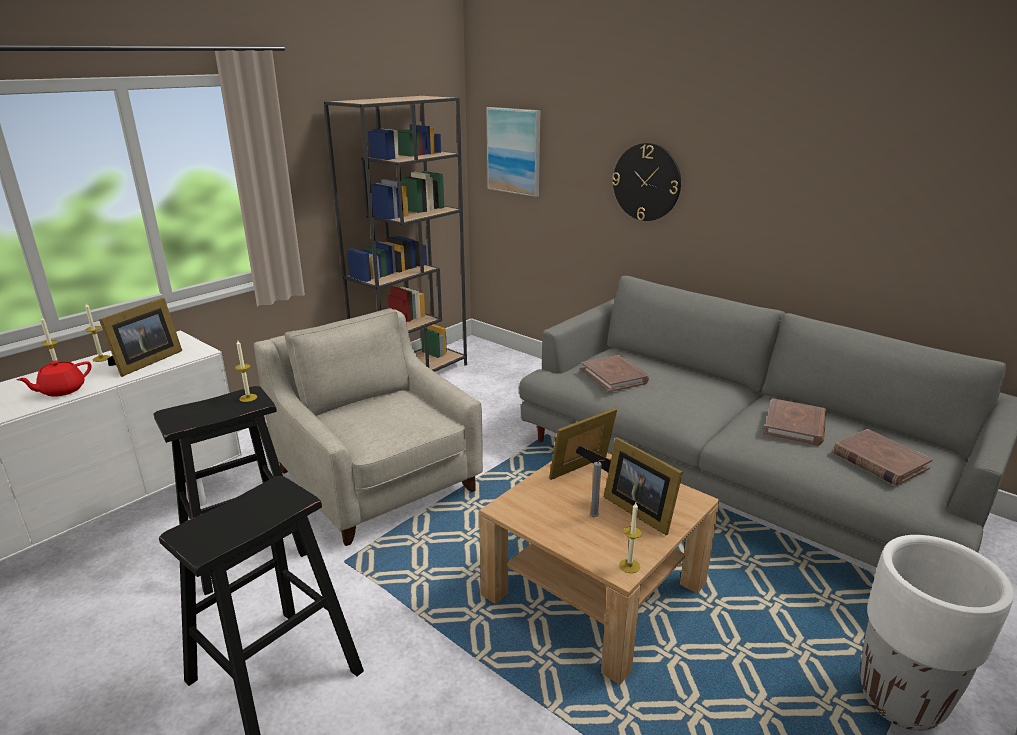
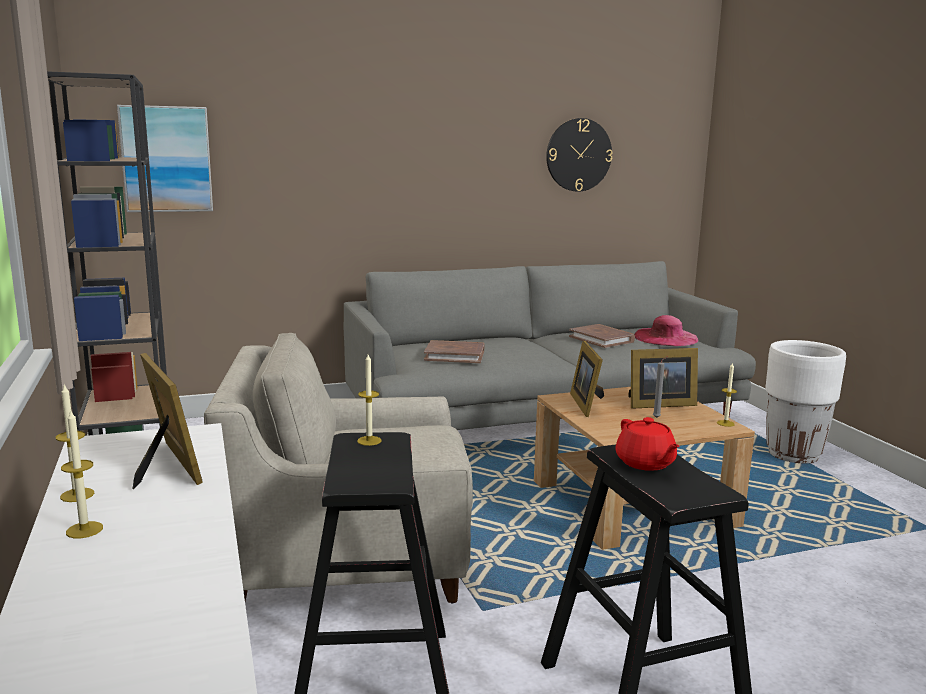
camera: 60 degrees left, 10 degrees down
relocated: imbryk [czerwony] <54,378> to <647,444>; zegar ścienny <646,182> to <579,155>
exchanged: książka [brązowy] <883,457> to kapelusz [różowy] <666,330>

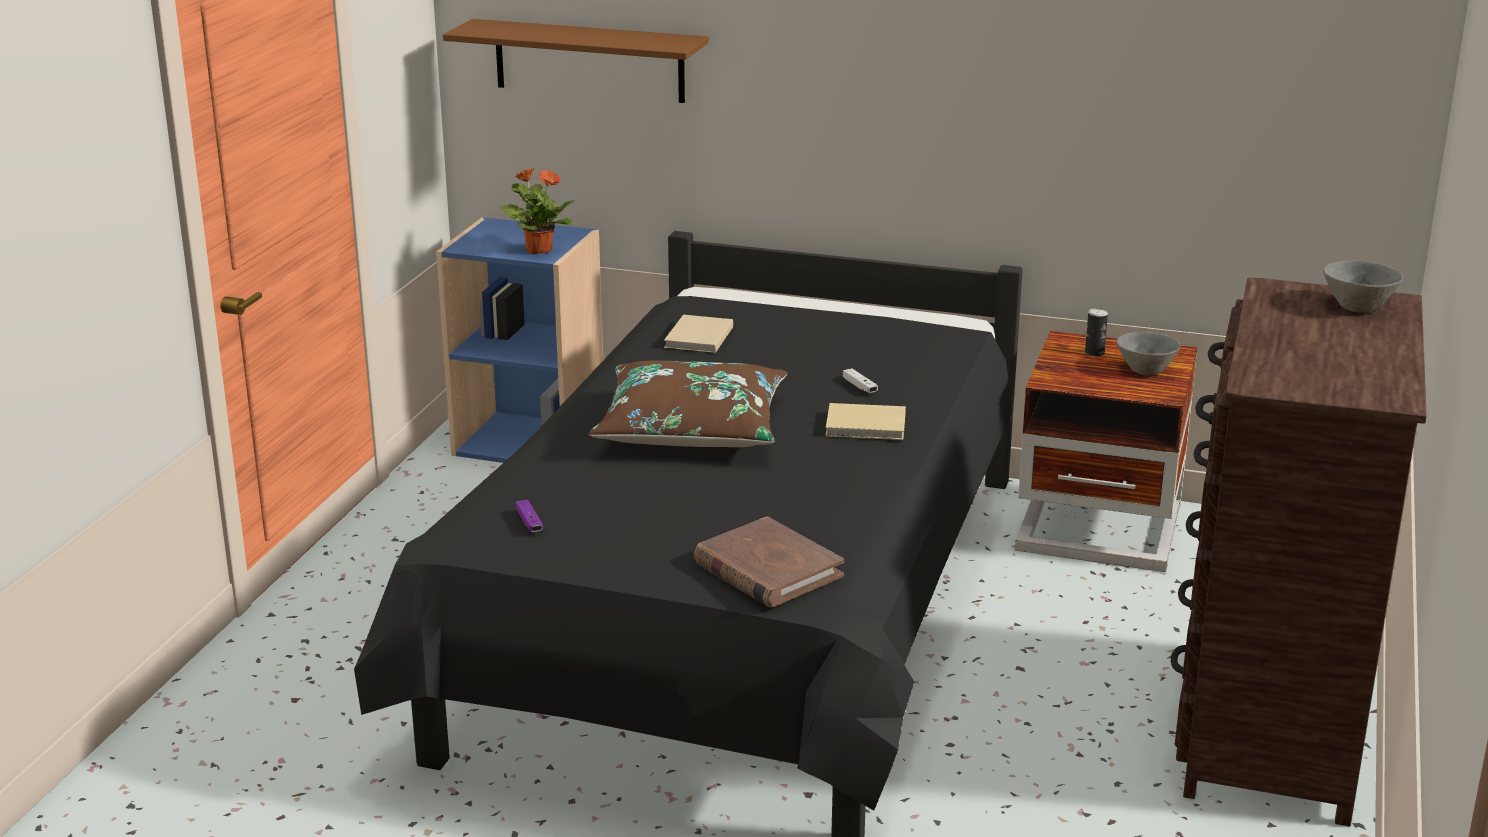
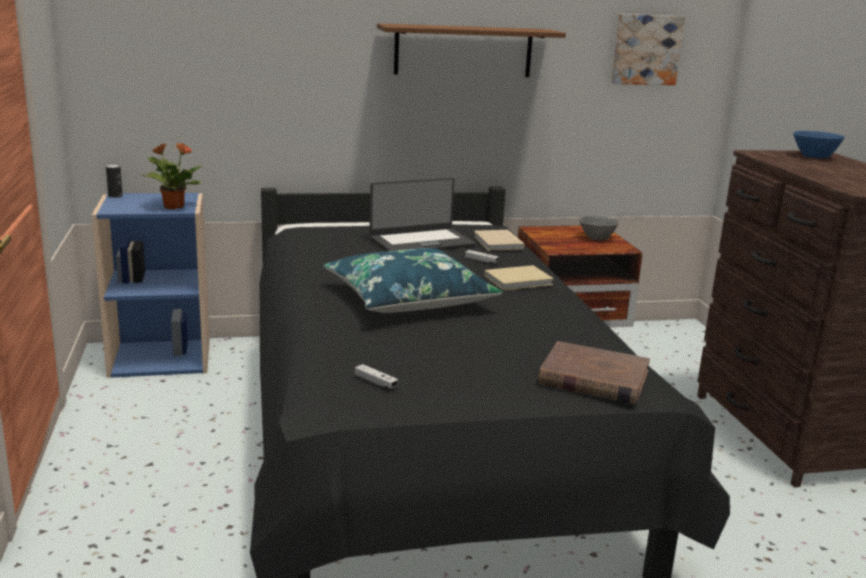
camera: 30 degrees left, 5 degrees down
appeared: laptop <422,214>; obraz <648,49>
relocated: półka [brązowy] <576,61> to <471,50>; książka [beżowy] <698,334> to <498,240>; puszka <1096,332> to <114,181>
colour: pad do gier [fioletowy] <529,516> to pad do gier [biały] <376,376>; poduszka [brązowy] <687,404> to poduszka [niebieski] <413,280>; miska [szary] <1363,287> to miska [niebieski] <819,145>

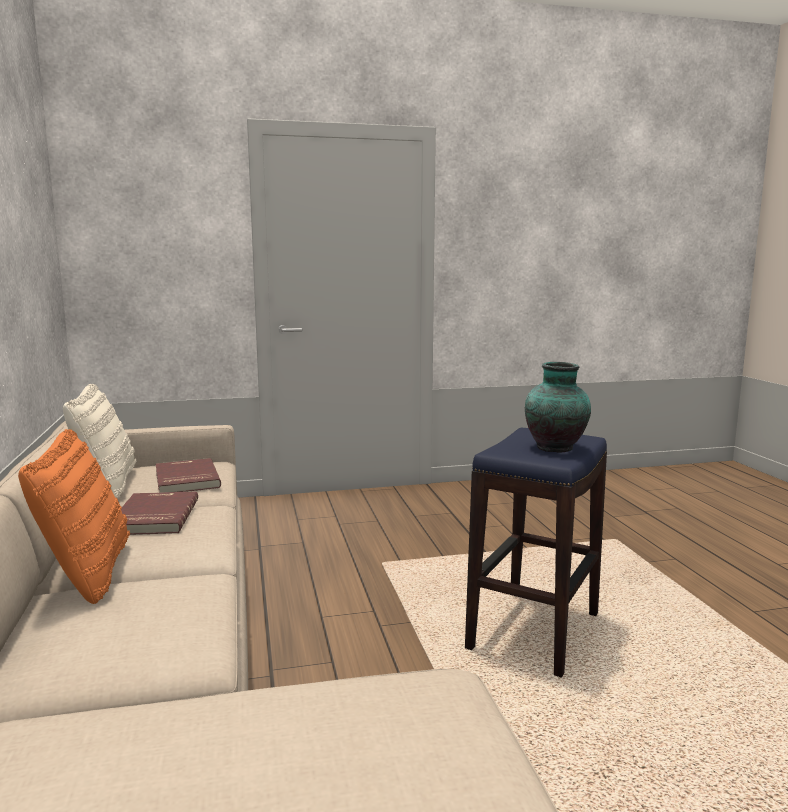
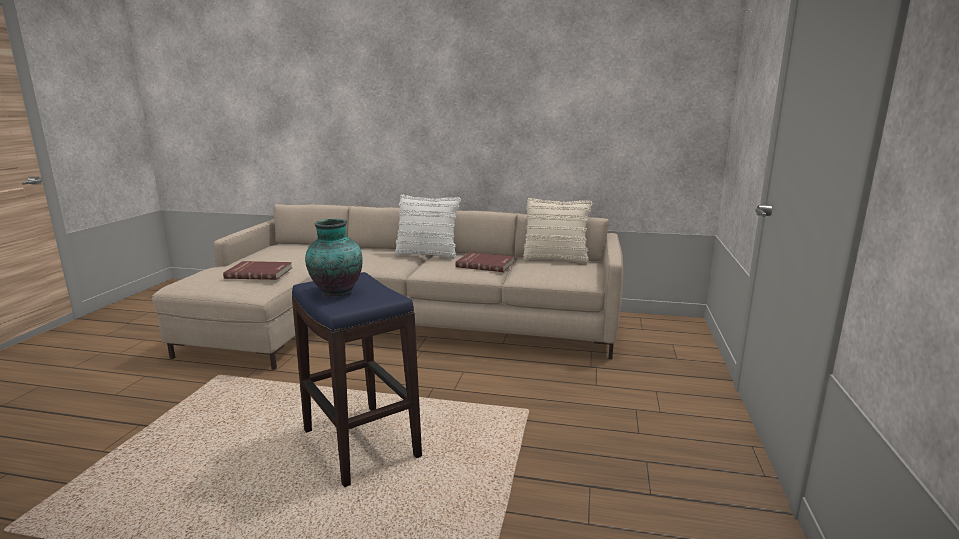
camera: 115 degrees right, 5 degrees up
relocated: książka [czerwony] <188,475> to <257,270>
colour: poduszka [pomarańczowy] <74,516> to poduszka [biały] <428,226>

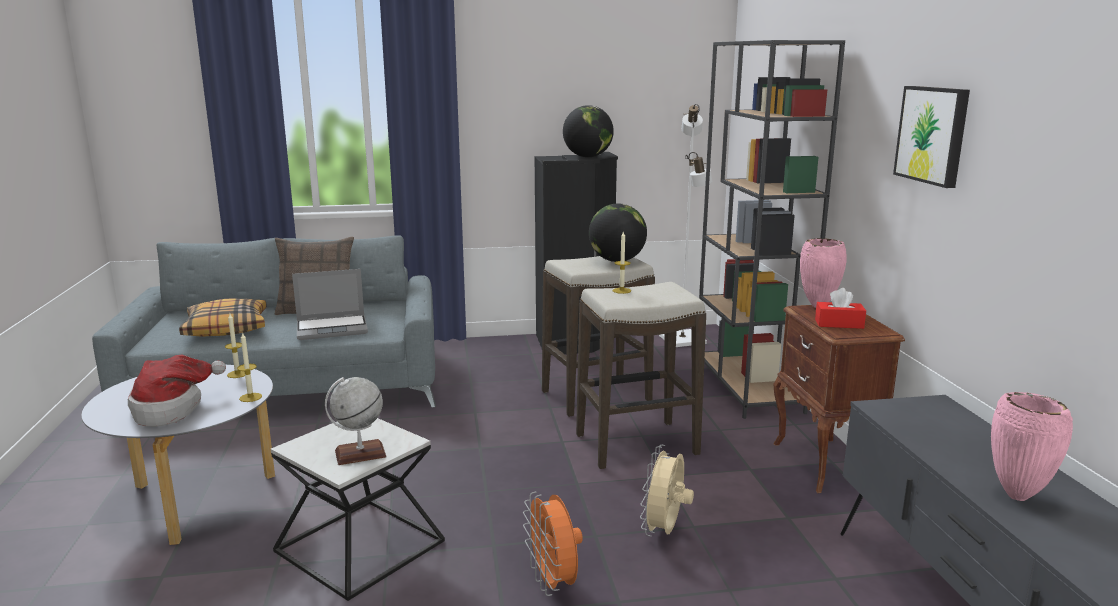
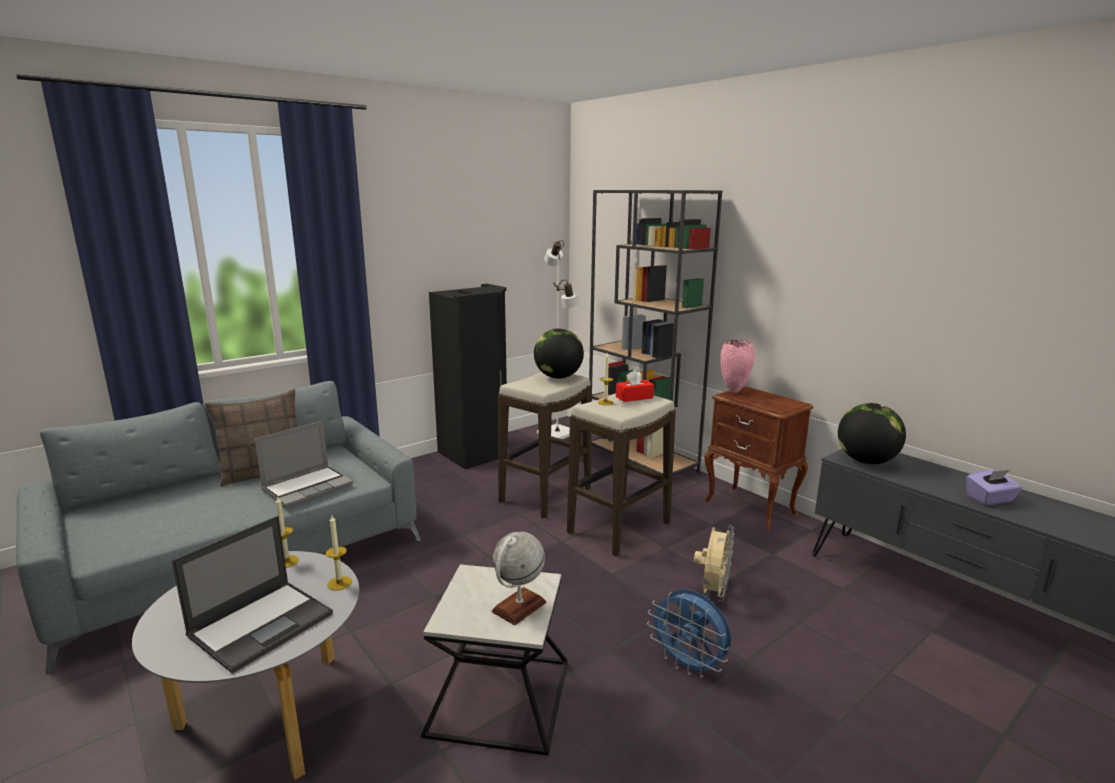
camera: 30 degrees left, 0 degrees up
missing: poduszka <222,317>; obraz <931,137>
relocated: globus <588,131> to <872,433>; pudełko chusteczek [czerwony] <840,308> to <635,386>
exchanged: kapelusz <177,390> to laptop <252,595>; wazon [różowy] <1032,446> to pudełko chusteczek [fioletowy] <994,488>
colour: wentylator [pomarańczowy] <553,544> to wentylator [niebieski] <689,633>
spun: wentylator [beżowy] <667,491> = <714,563> 150 degrees counterclockwise

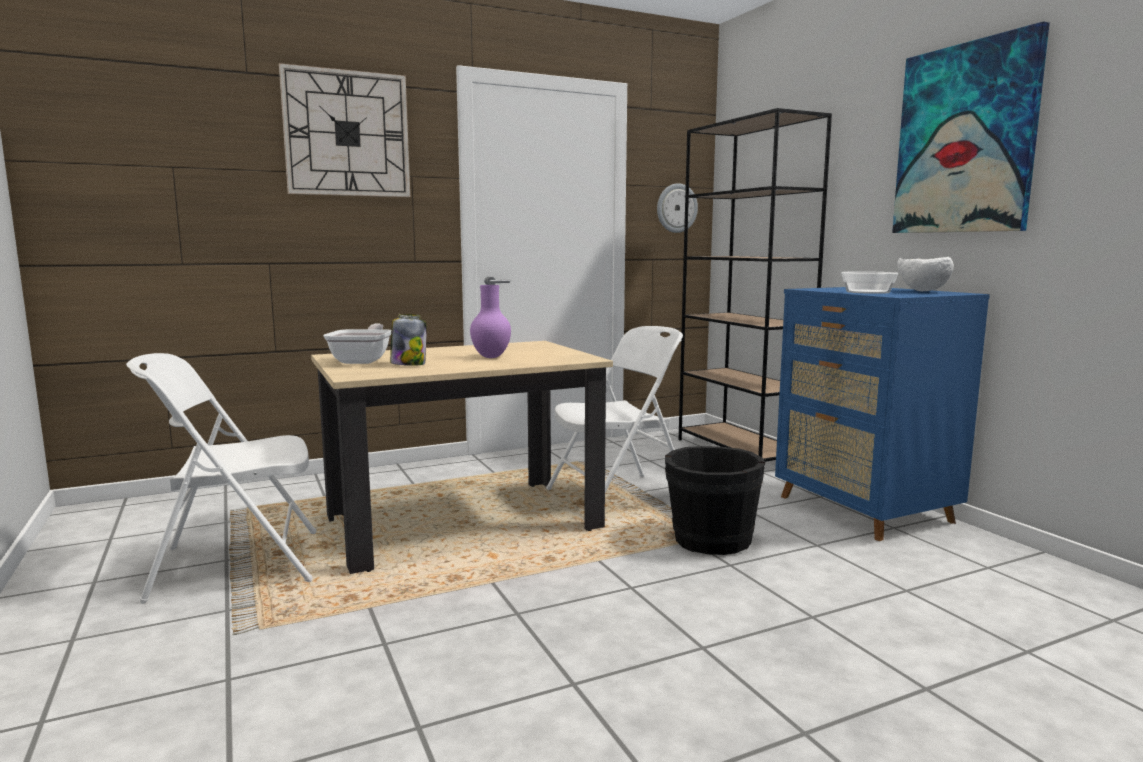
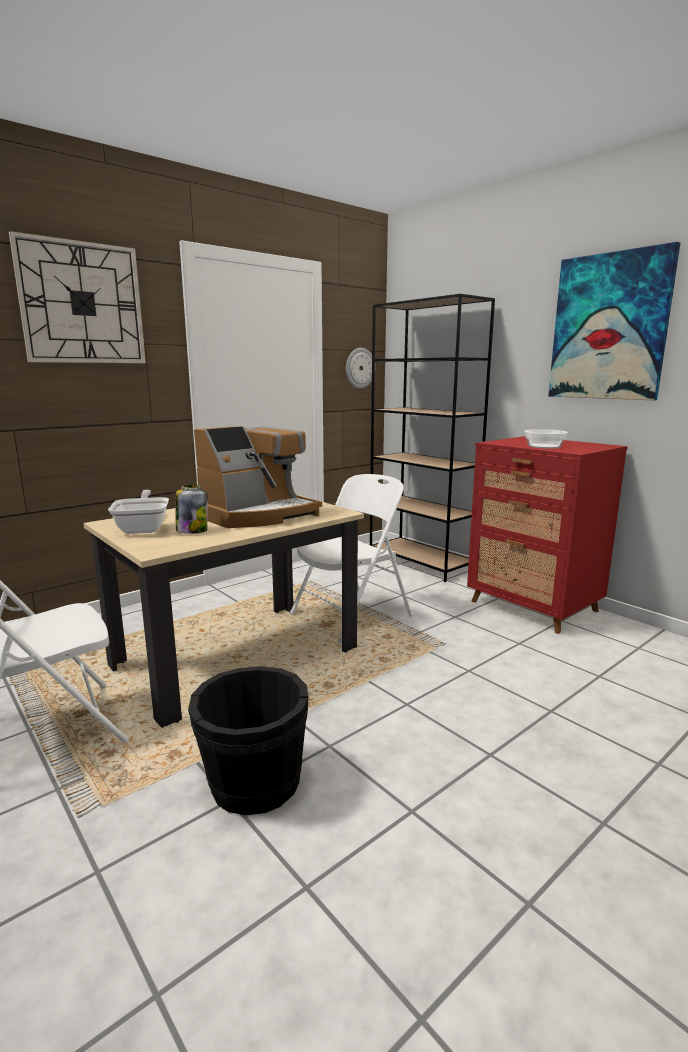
camera: 15 degrees left, 5 degrees up
missing: miska [biały] <925,274>
relocated: wiadro [czarny] <715,500> to <248,740>
exchanged: wazon [fioletowy] <490,321> to ekspres do kawy <258,477>
colour: komoda [niebieski] <882,414> to komoda [czerwony] <547,535>

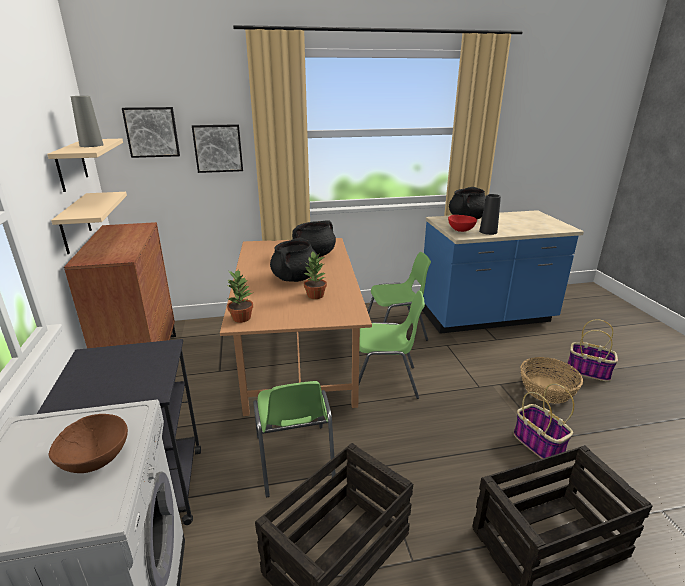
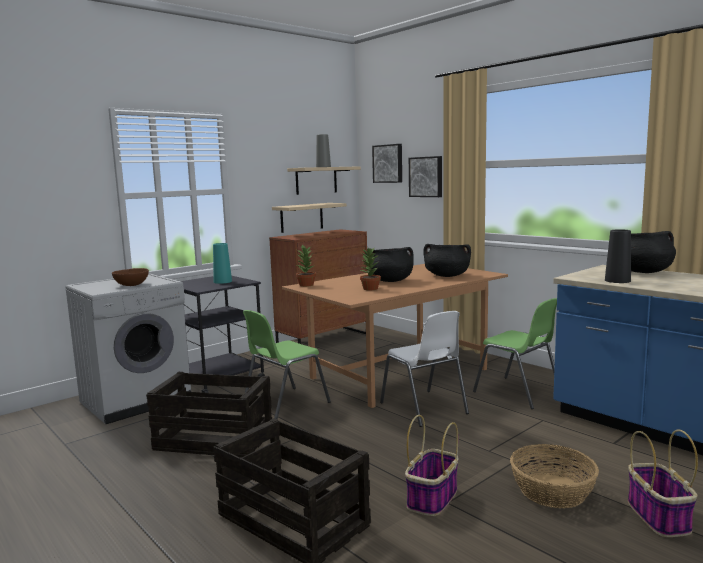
camera: 60 degrees right, 15 degrees down
missing: miska [czerwony] <462,223>
appeared: wazon [turkusowy] <222,263>
colour: krzesło [zielony] <388,345> to krzesło [biały] <424,369>

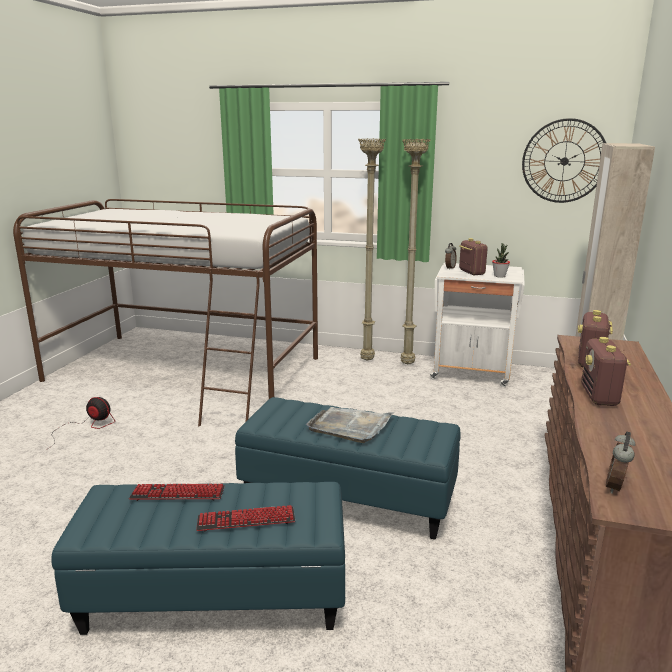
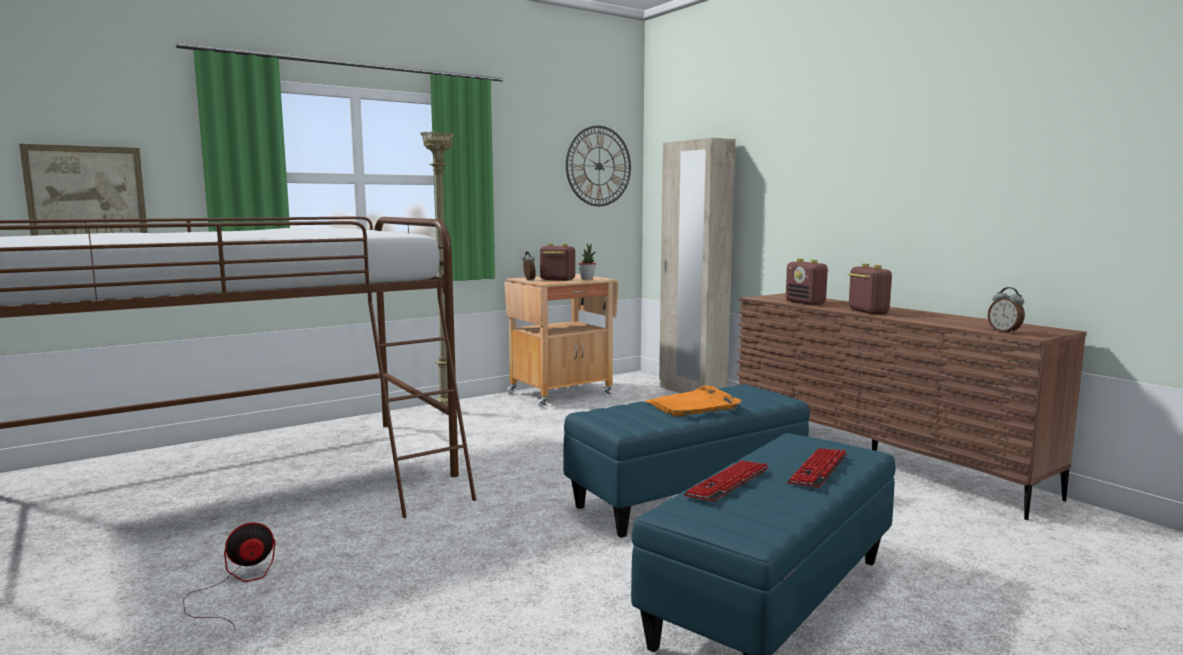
camera: 50 degrees left, 10 degrees down
missing: lampa stojąca [beżowy] <415,252>
appeared: obraz <83,190>
colour: taca [szary] <350,425> to taca [pomarańczowy] <693,401>; wózek [biały] <477,325> to wózek [brązowy] <561,340>
spun: radio <606,371> = <870,288> 150 degrees counterclockwise

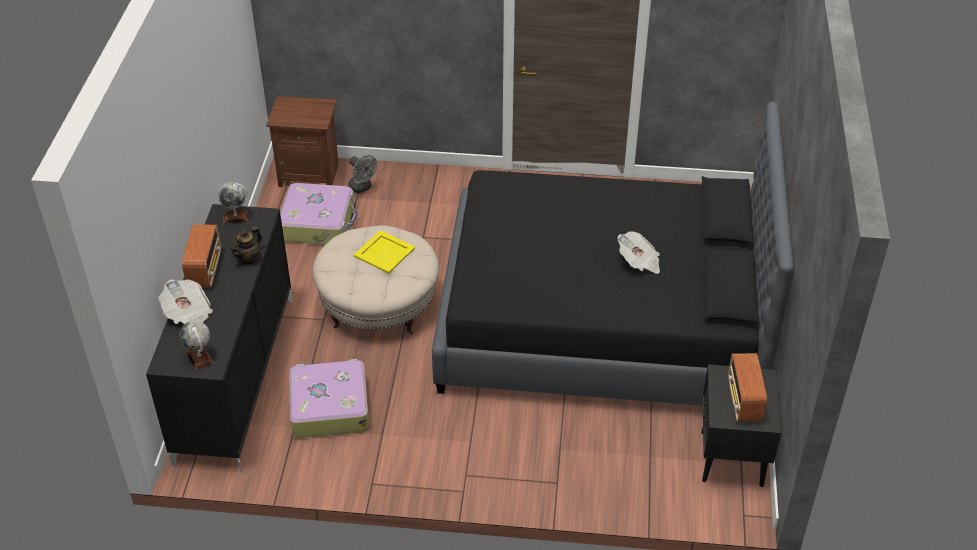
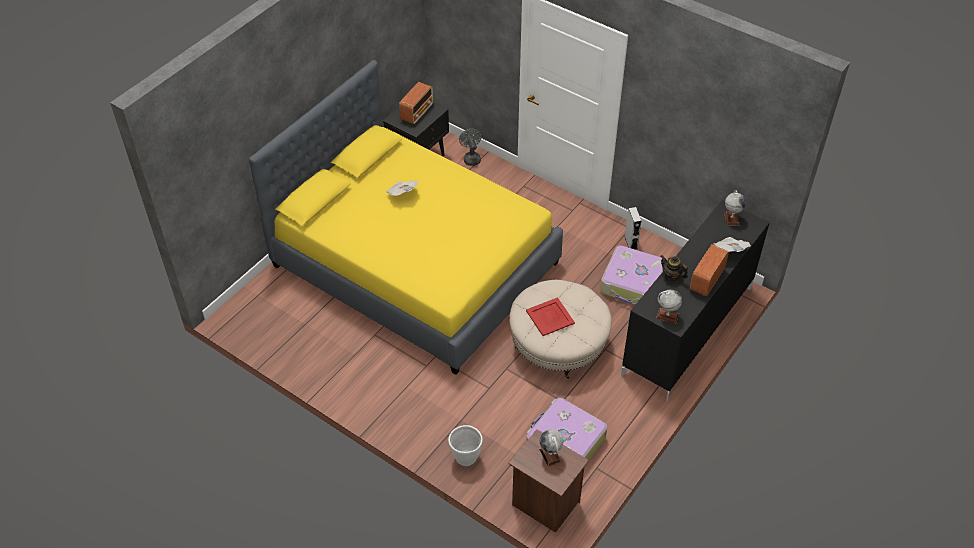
camera: 150 degrees left, 5 degrees up
appeared: donica [biały] <465,445>; globus <551,447>; głośnik [szary] <632,228>
relocated: wentylator [szary] <363,174> to <470,147>
colour: taca [żółty] <384,251> to taca [czerwony] <550,316>; łóżko [czarny] <613,253> to łóżko [żółty] <406,217>
spun: imbryk <246,245> = <674,268> 120 degrees counterclockwise

